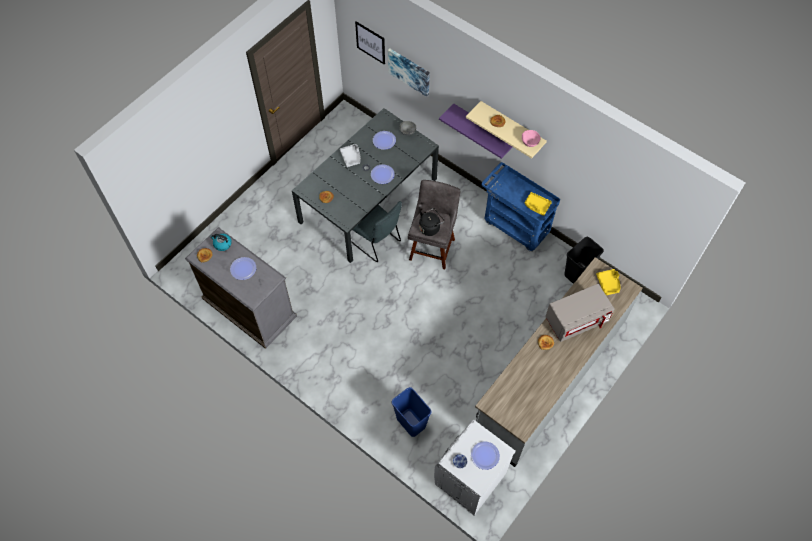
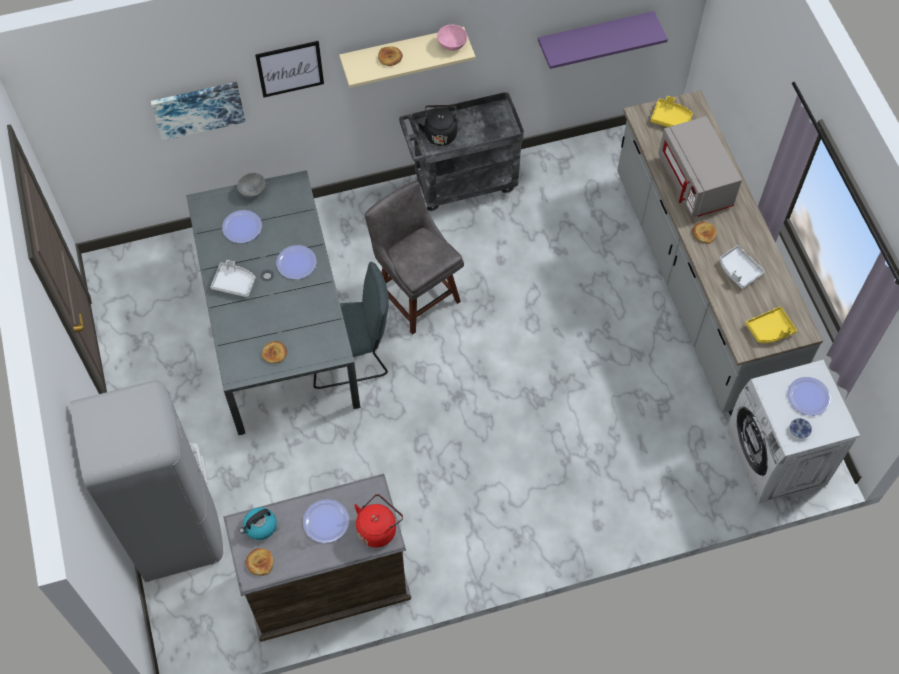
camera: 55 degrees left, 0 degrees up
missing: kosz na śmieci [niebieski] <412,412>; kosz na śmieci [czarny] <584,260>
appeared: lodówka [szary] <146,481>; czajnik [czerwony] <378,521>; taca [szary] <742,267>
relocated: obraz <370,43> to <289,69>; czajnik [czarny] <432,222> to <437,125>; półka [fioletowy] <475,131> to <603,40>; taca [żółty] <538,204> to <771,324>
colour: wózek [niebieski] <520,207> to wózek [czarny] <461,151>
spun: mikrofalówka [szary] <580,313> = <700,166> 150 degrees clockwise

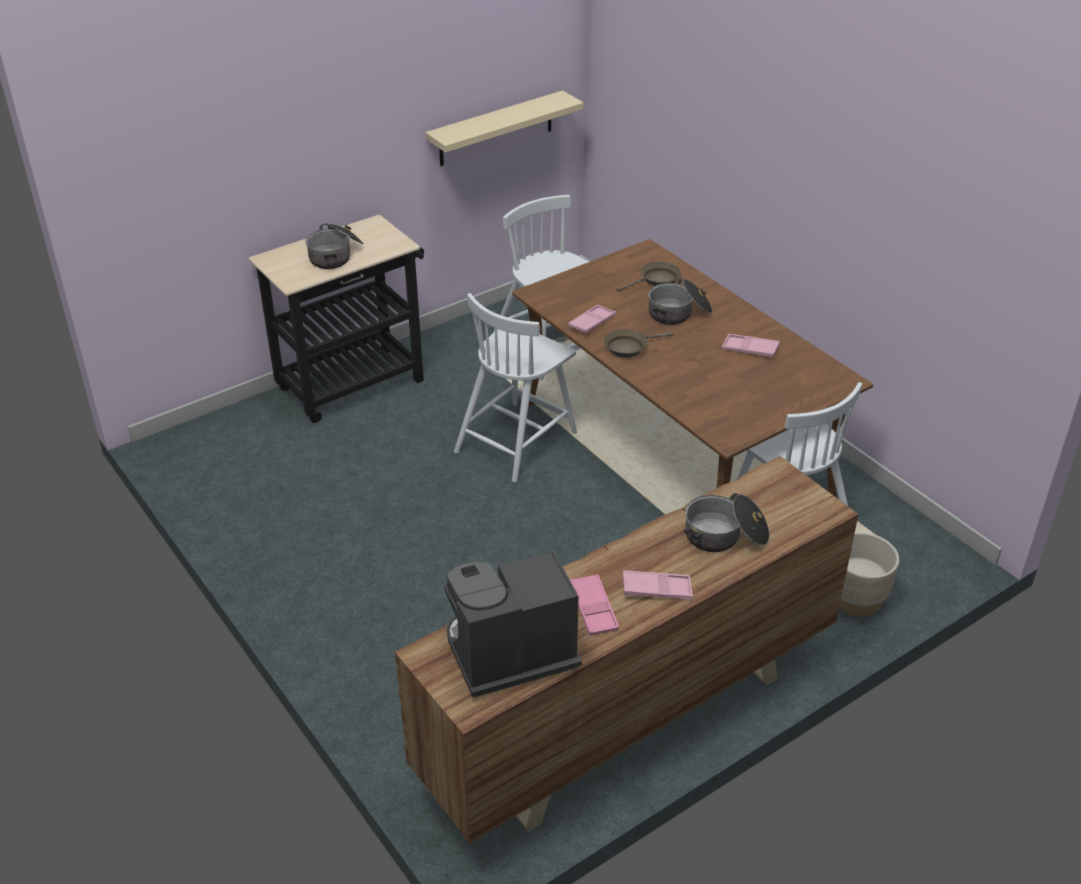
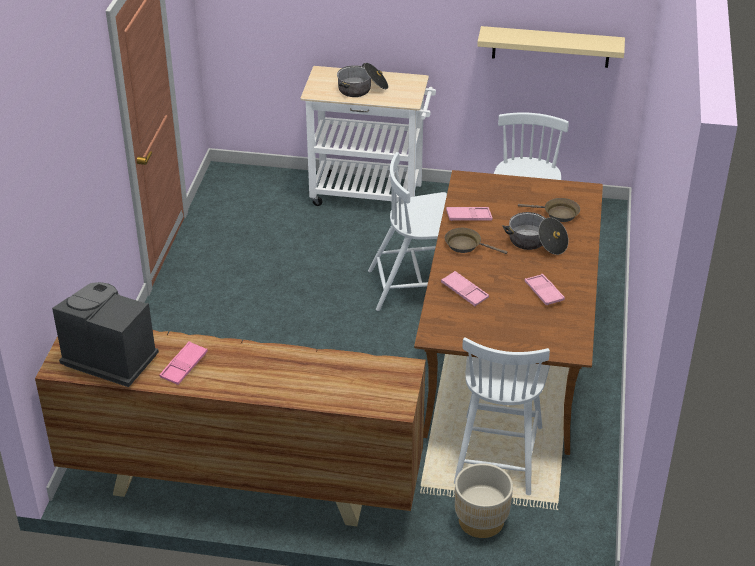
camera: 45 degrees right, 0 degrees up
missing: garnek <727,522>
relocated: taca [różowy] <658,585> to <465,288>
colour: wózek [czarny] <336,319> to wózek [biały] <368,136>

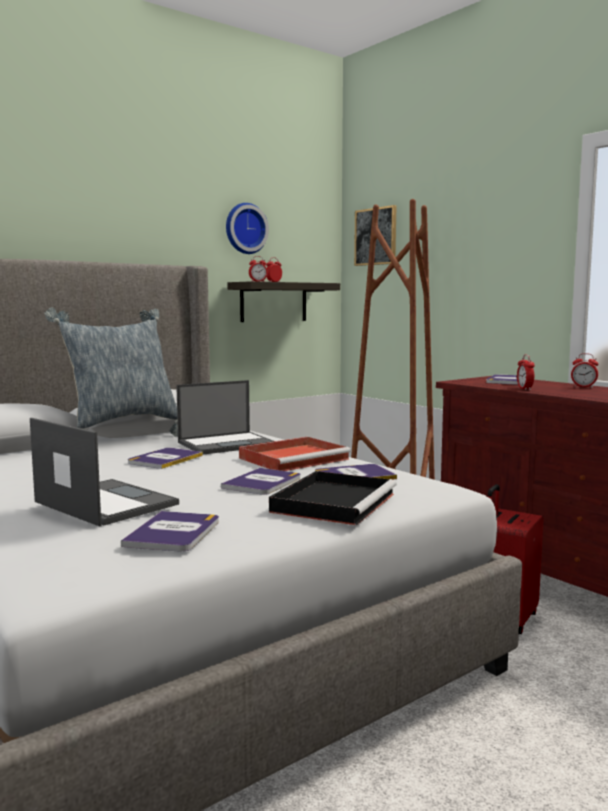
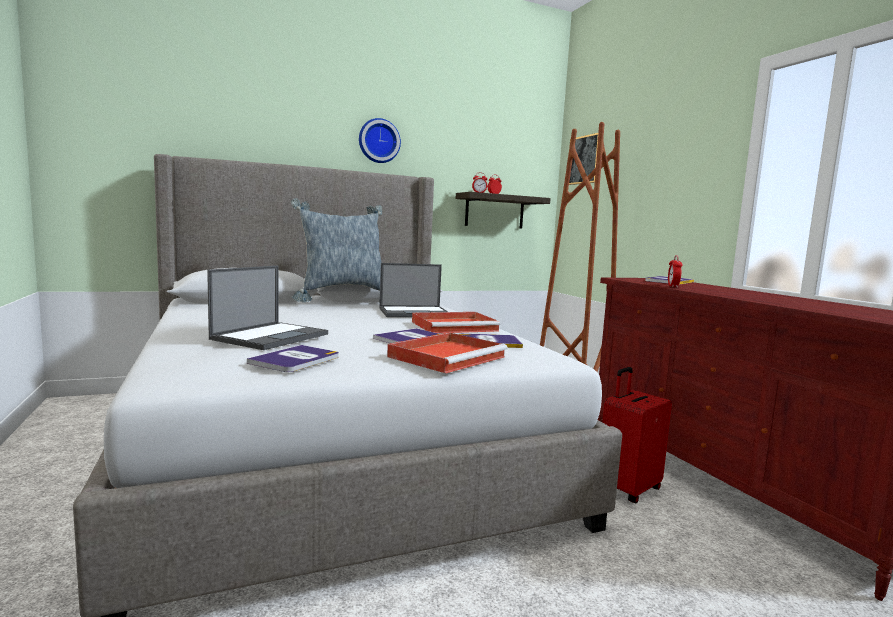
camera: 15 degrees right, 0 degrees up
missing: książka <165,458>; budzik <584,370>
relocated: zegar ścienny <247,228> to <380,140>
colour: taca [czarny] <333,498> to taca [czerwony] <447,352>
spun: laptop <104,472> = <267,307> 60 degrees clockwise

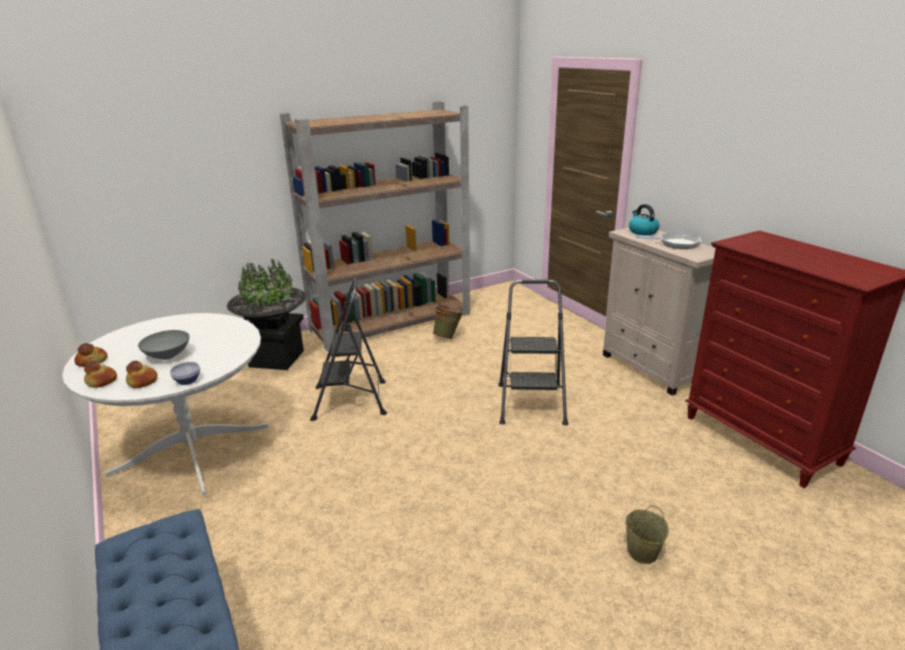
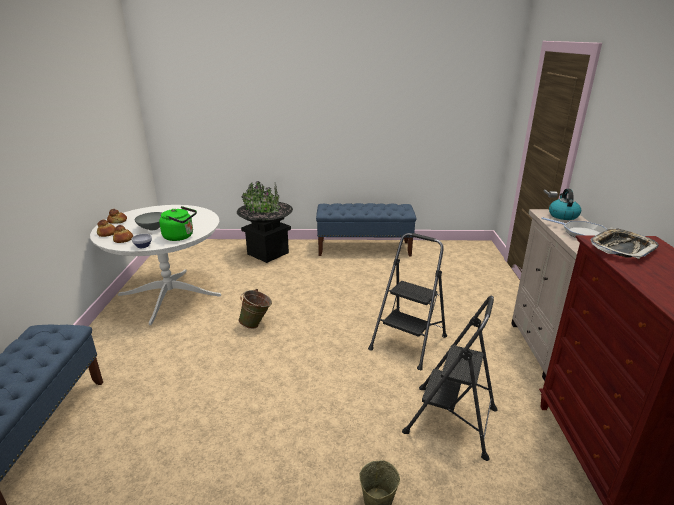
camera: 30 degrees right, 0 degrees up
appeared: czajnik [zielony] <178,223>; taca <624,243>
relocated: drabinka [czarny] <348,349> to <449,378>; wiadro [zielony] <448,321> to <255,309>
exchanged: regał [brązowy] <375,226> to ławka [niebieski] <366,229>

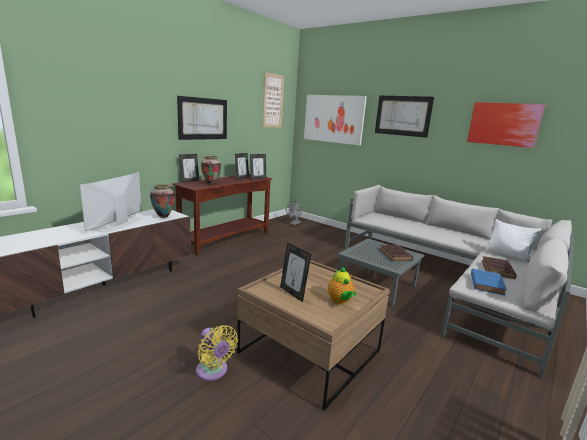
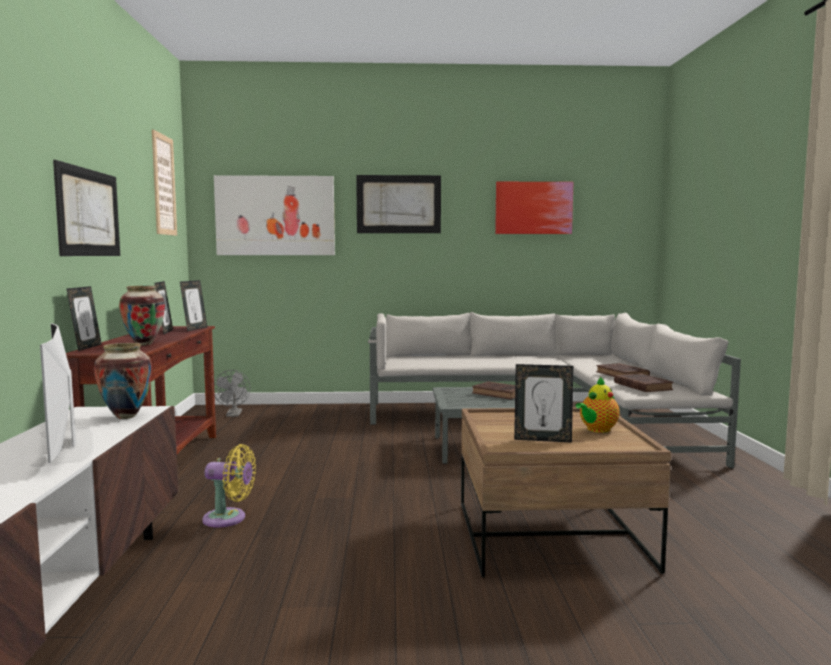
camera: 40 degrees left, 10 degrees down
missing: poduszka [biały] <513,240>
relocated: wentylator [żółty] <217,353> to <229,485>
colour: książka [niebieski] <489,282> to książka [brązowy] <644,382>
spun: imbryk <342,285> = <598,405> 105 degrees clockwise

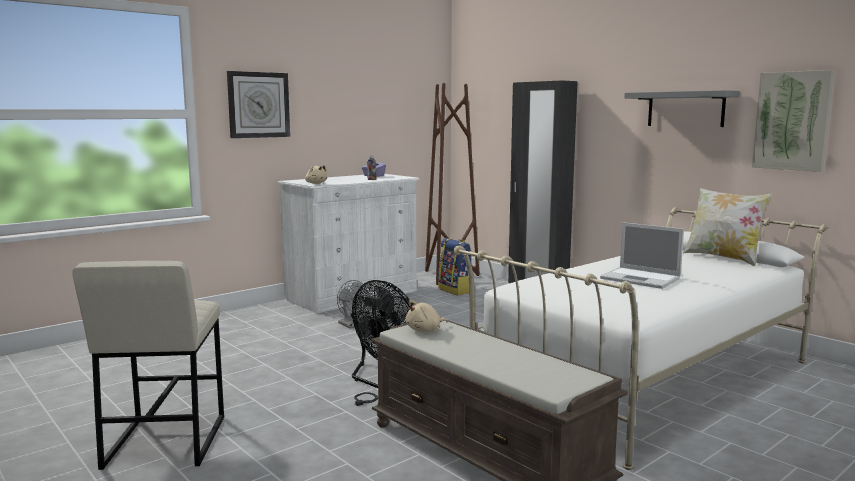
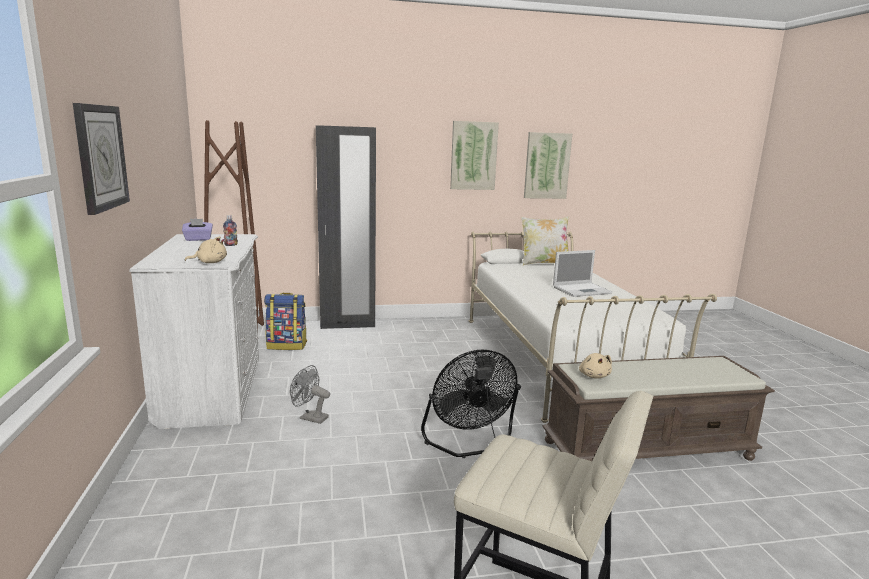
camera: 60 degrees left, 5 degrees up
exchanged: półka [szary] <682,108> to obraz <474,155>
spun: wentylator [szary] <353,304> = <310,394> 150 degrees counterclockwise

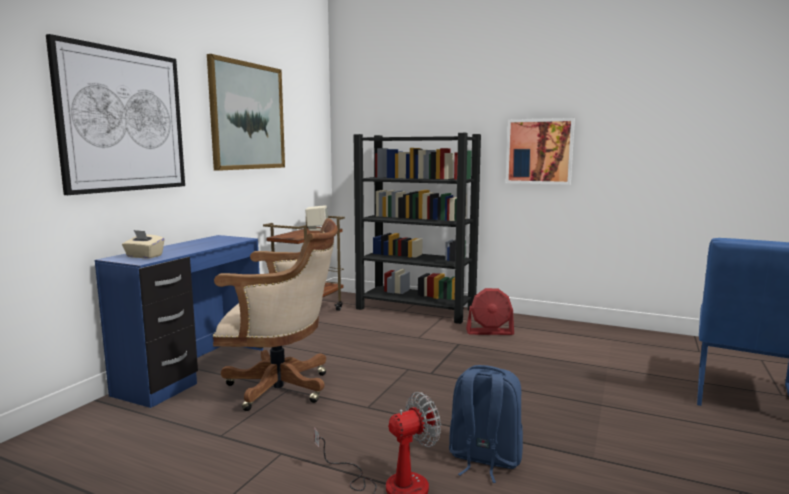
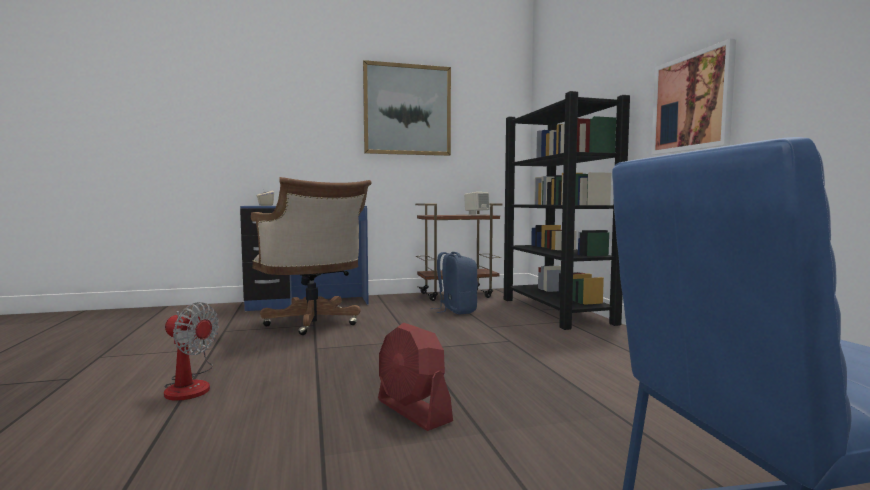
camera: 50 degrees right, 5 degrees down
missing: obraz <115,114>
relocated: plecak [niebieski] <486,424> to <454,283>; wentylator [czerwony] <490,311> to <415,376>

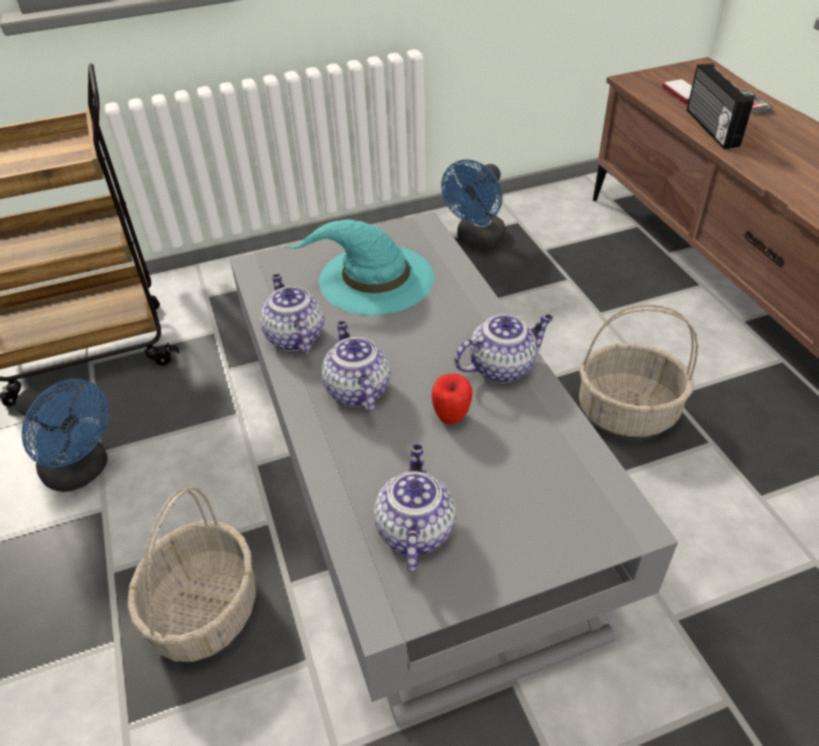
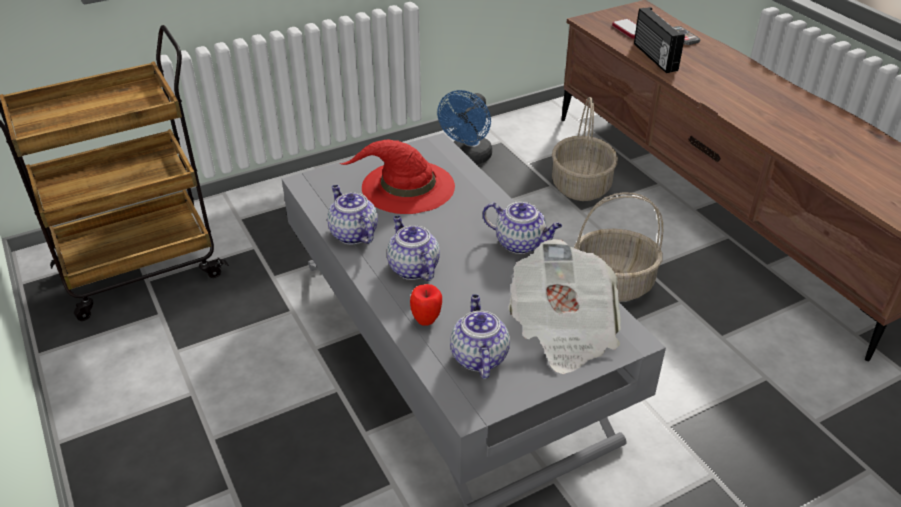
camera: 10 degrees left, 5 degrees down
missing: wentylator [niebieski] <62,435>
appeared: gazeta <564,306>
relocated: koszyk <191,574> to <585,149>; jabłko <452,399> to <426,305>
colour: kapelusz [turkusowy] <360,267> to kapelusz [czerwony] <397,177>
spun: imbryk <503,348> = <522,228> 60 degrees clockwise

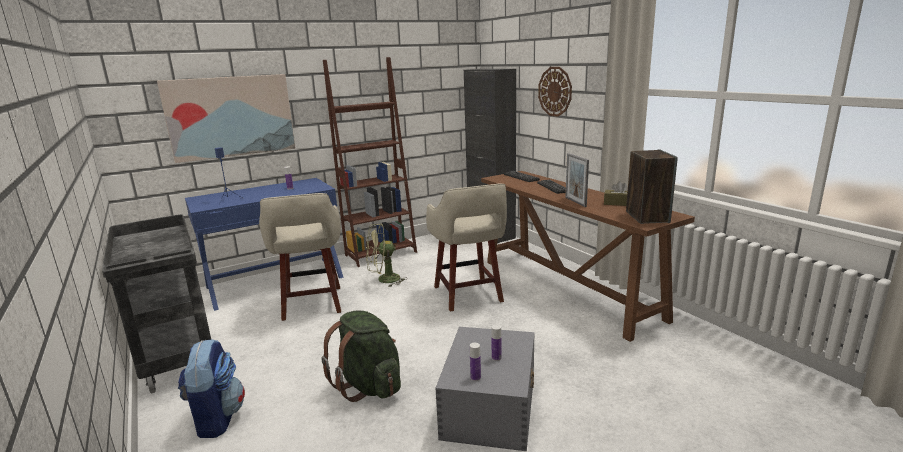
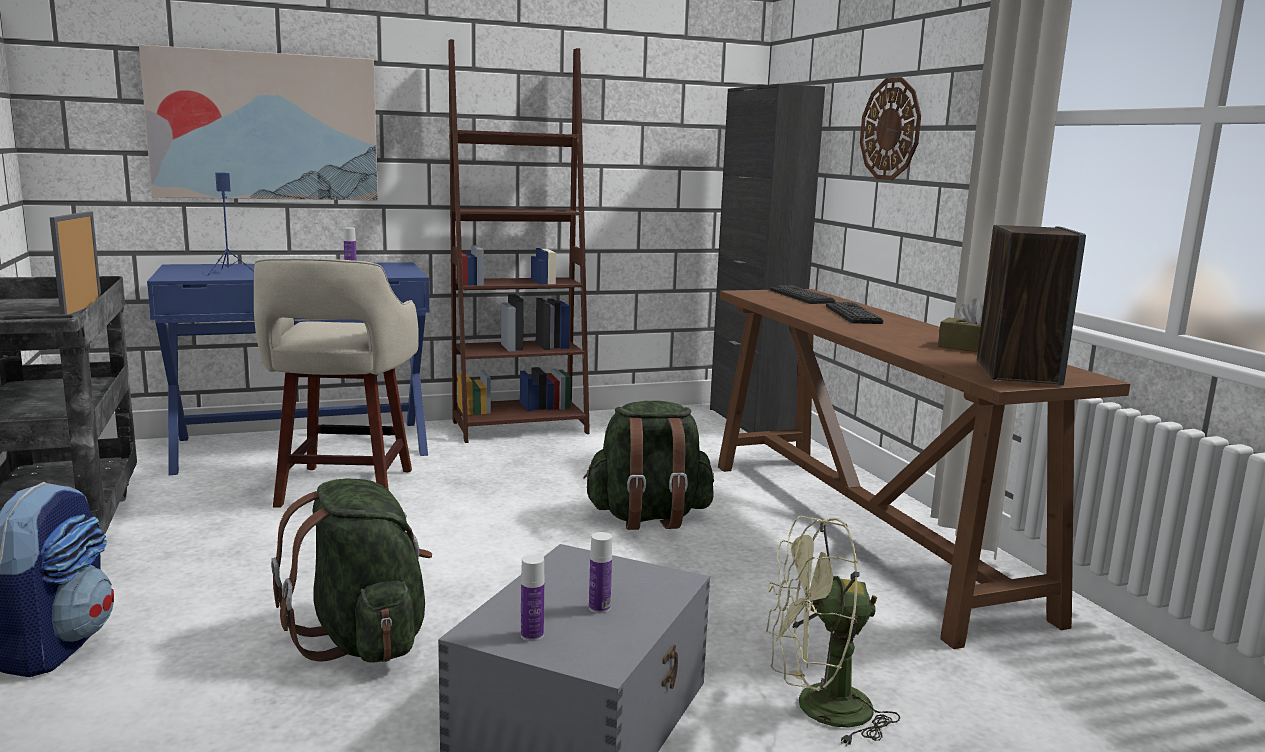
camera: 10 degrees right, 5 degrees down
relocated: wentylator [zielony] <387,255> to <832,631>; ramka na zdjęcie <577,180> to <75,262>
exchanged: stołek [beżowy] <466,248> to plecak [zielony] <648,465>

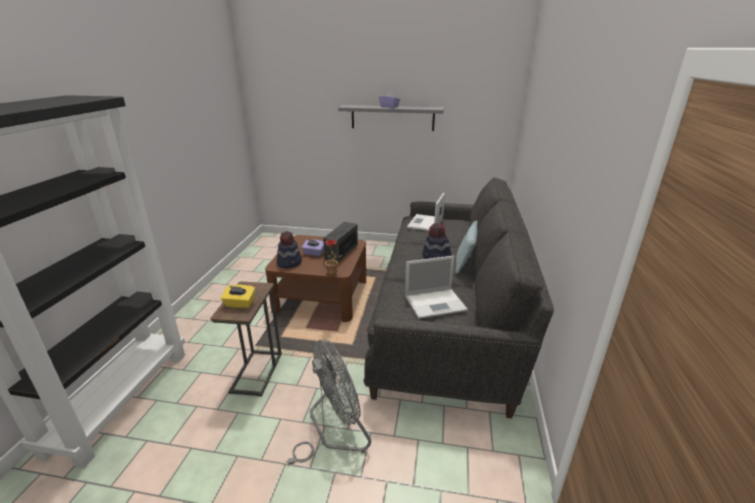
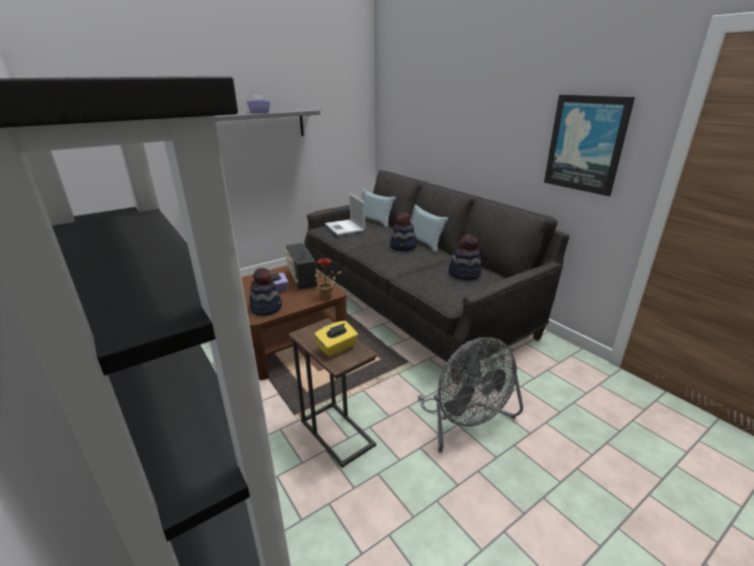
camera: 45 degrees left, 0 degrees up
appeared: poduszka [niebieski] <378,208>; obraz <589,145>
exchanged: laptop <436,287> to kapelusz <465,257>
spun: wentylator [szary] <328,402> = <470,394> 135 degrees clockwise

